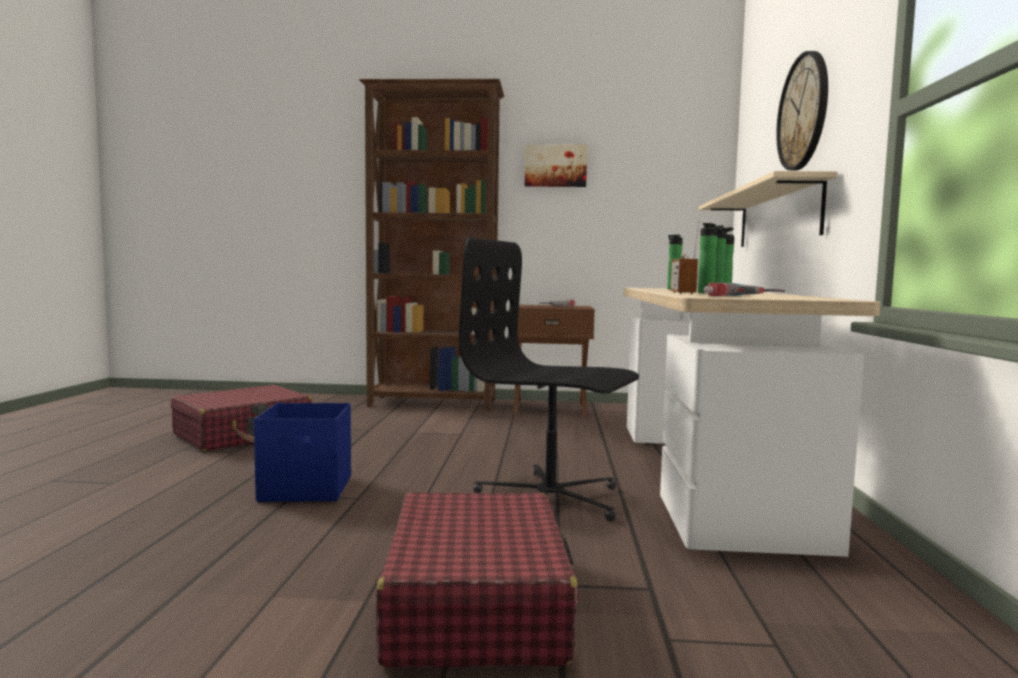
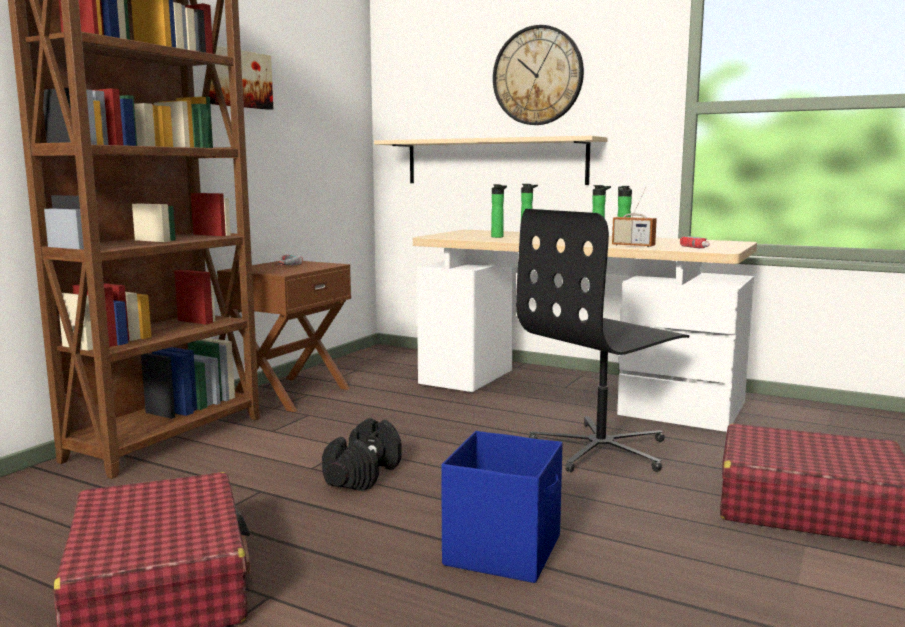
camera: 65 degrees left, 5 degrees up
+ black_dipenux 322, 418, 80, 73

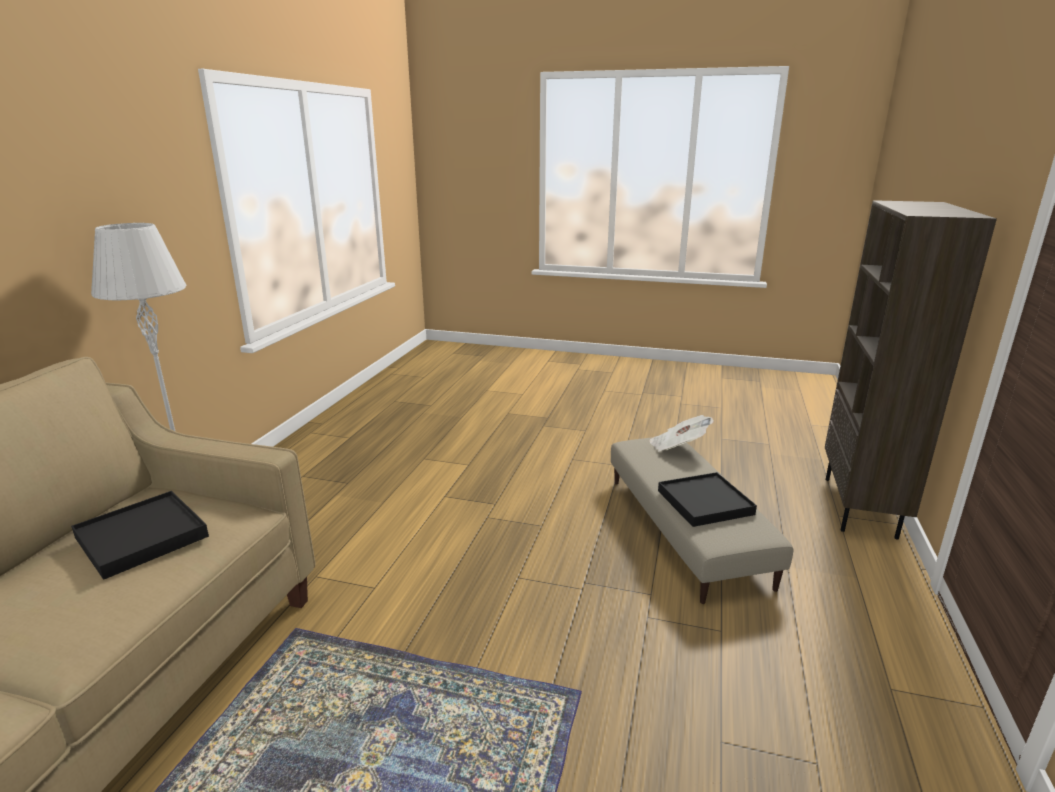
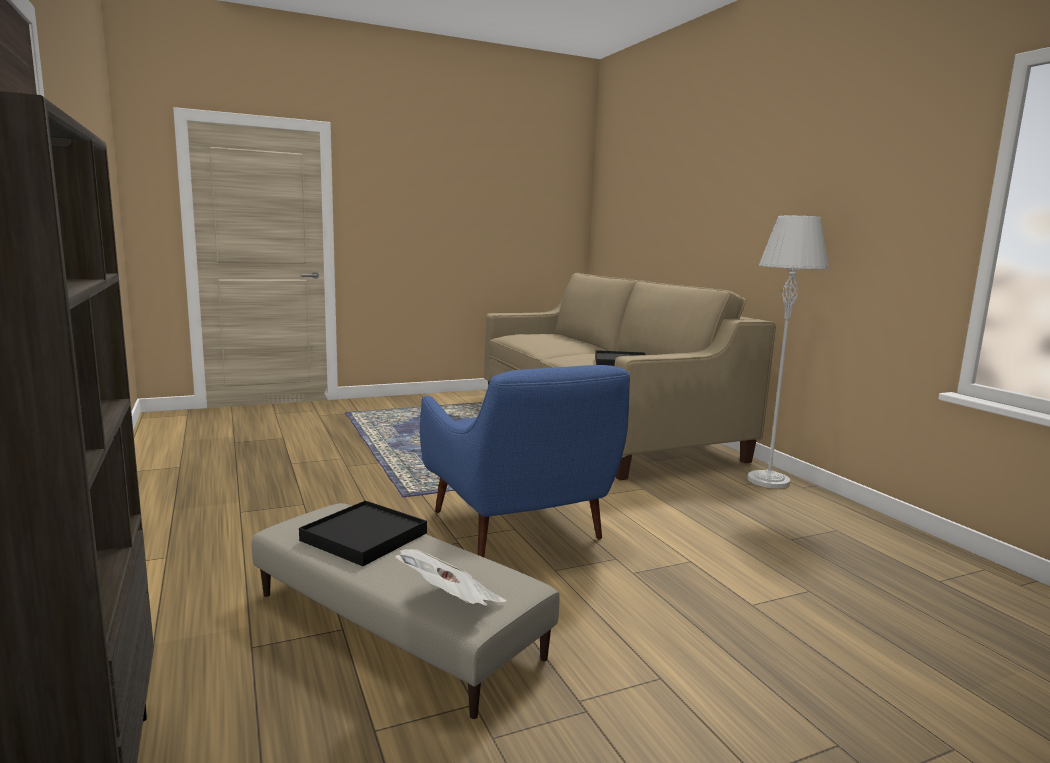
camera: 140 degrees right, 10 degrees down
+ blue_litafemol 420, 365, 210, 192

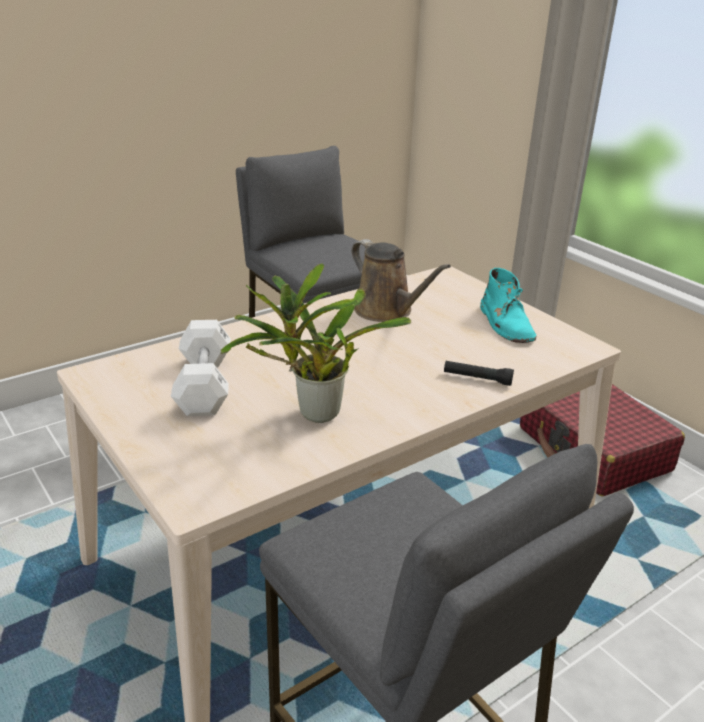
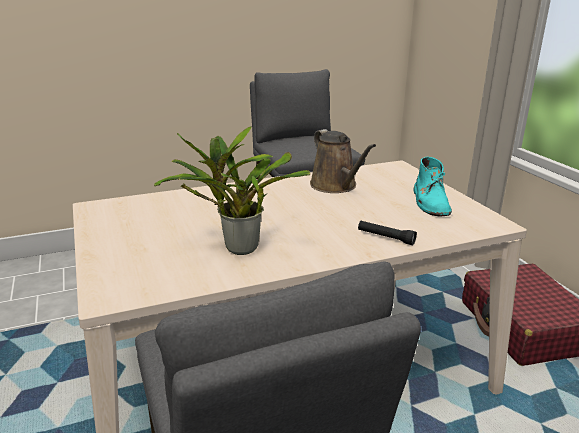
camera: 15 degrees right, 5 degrees down
- white_dipenux 171, 320, 60, 96

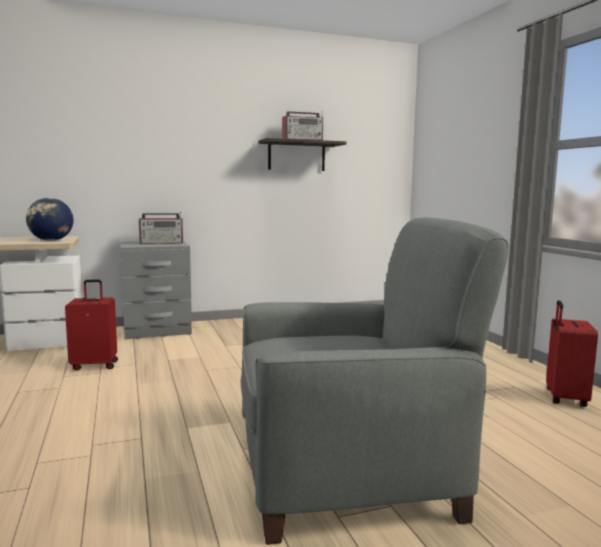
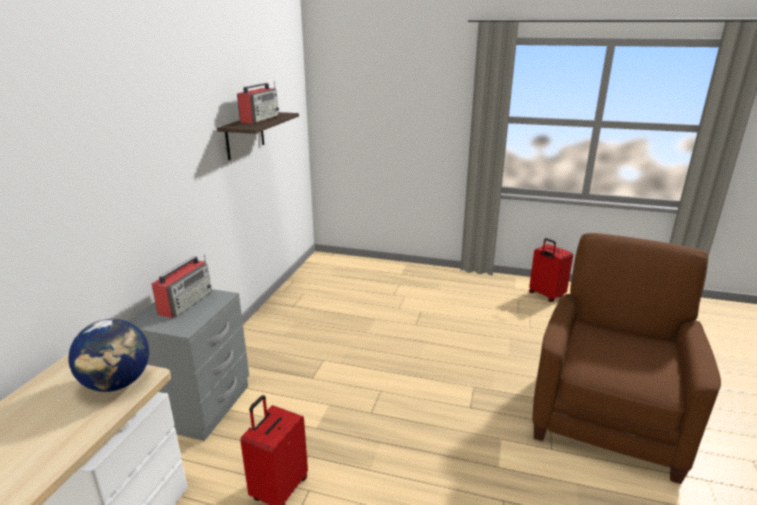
camera: 55 degrees left, 15 degrees up
~ grey_litafemol 241, 217, 268, 328 to brown_litafemol 533, 233, 188, 251

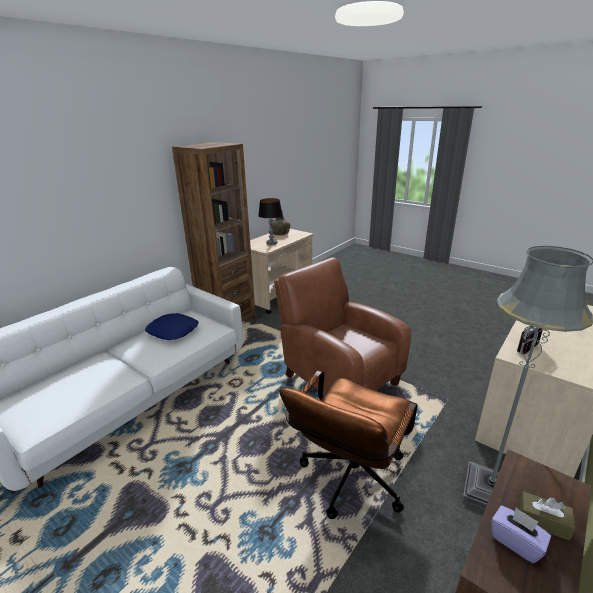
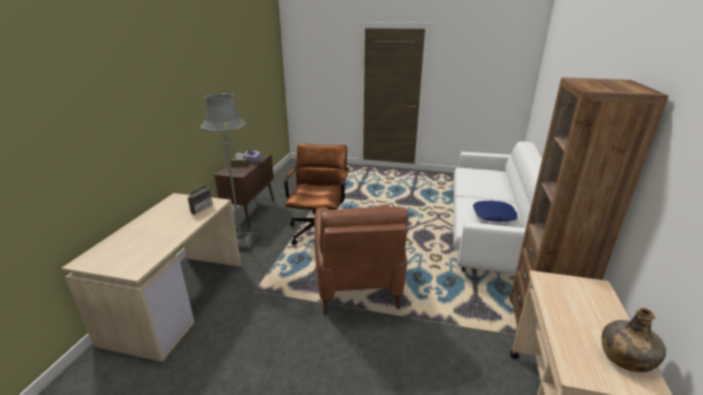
camera: 155 degrees right, 0 degrees up
- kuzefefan 258, 198, 25, 47
~ brown_litafemol 274, 257, 137, 137 = 314, 205, 94, 110 60 degrees clockwise

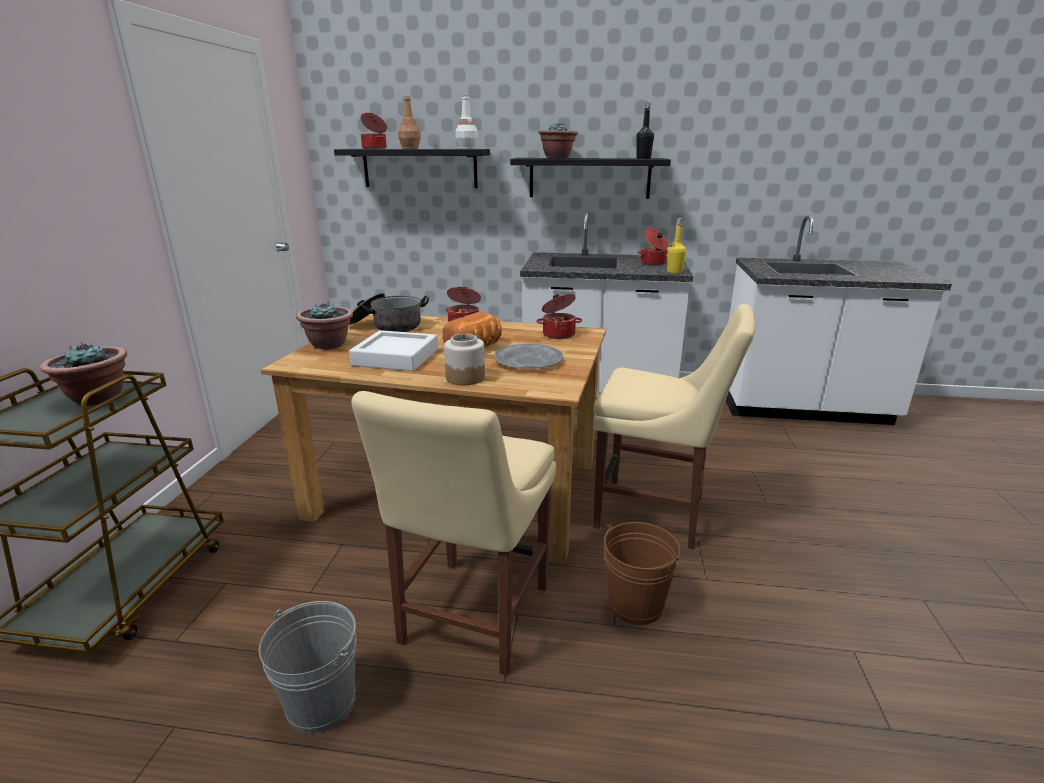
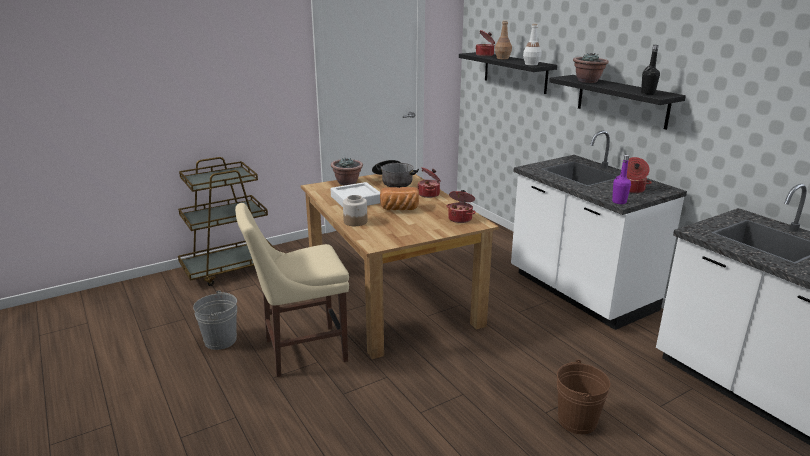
camera: 50 degrees right, 0 degrees up
~ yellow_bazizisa 667, 218, 19, 56 to purple_bazizisa 612, 155, 19, 49
- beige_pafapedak 593, 304, 163, 245
- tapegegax 40, 342, 87, 64
- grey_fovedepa 494, 344, 69, 25
~ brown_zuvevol 604, 522, 76, 103 to 557, 360, 53, 74

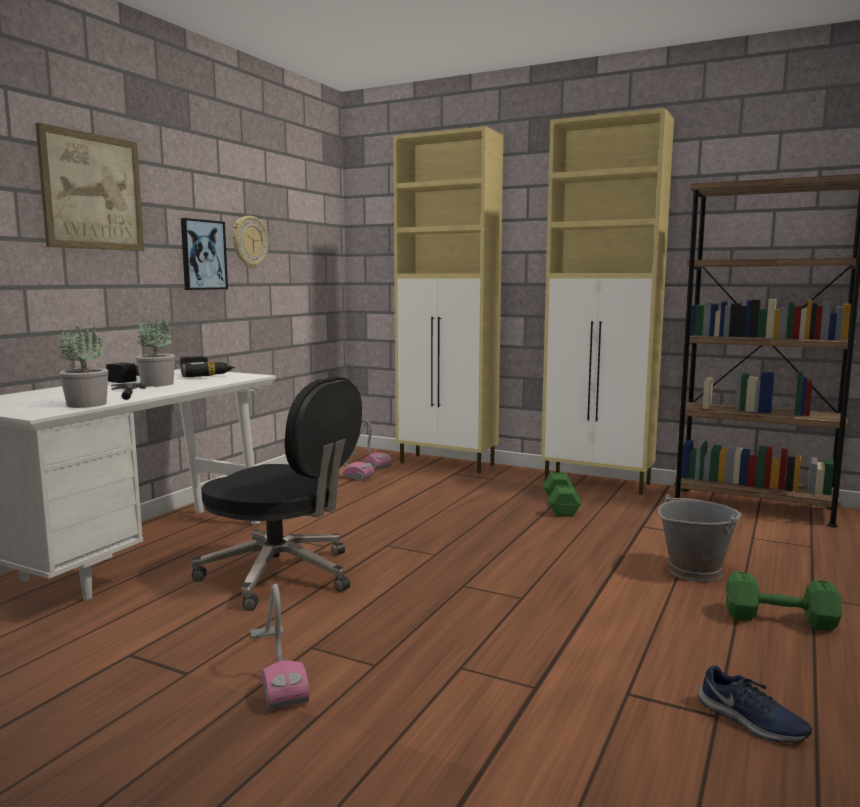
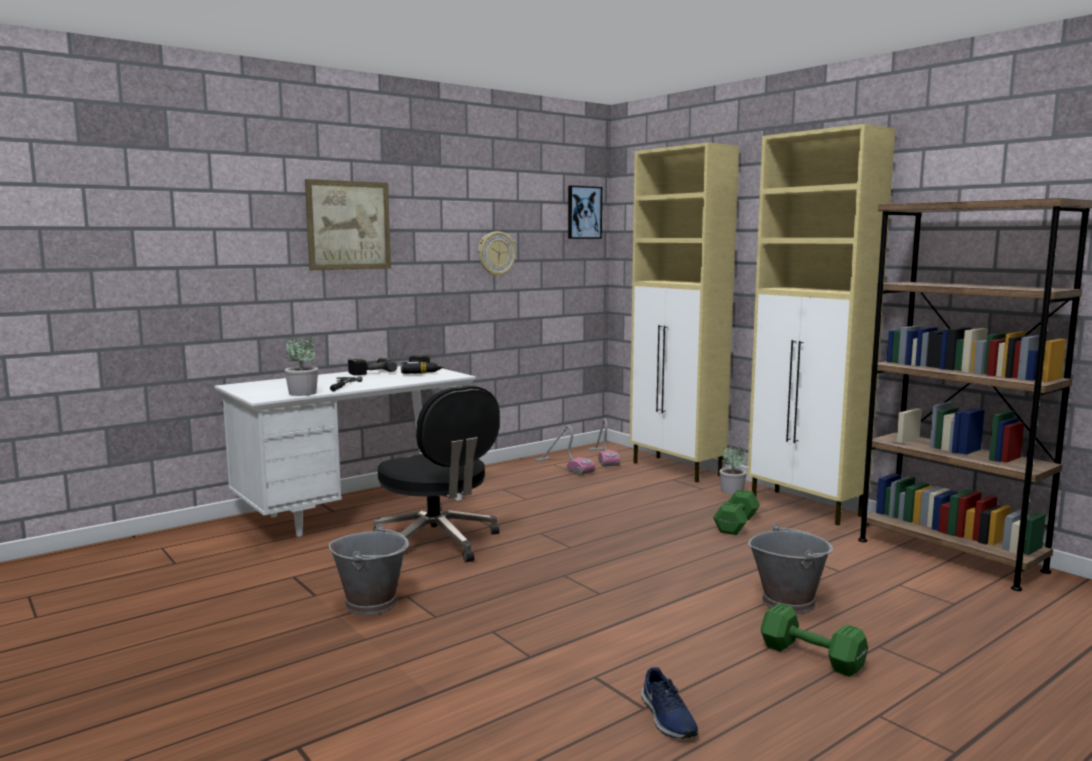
camera: 25 degrees right, 0 degrees up
~ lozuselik 181, 218, 47, 72 to 568, 185, 34, 54
~ tapegegax 136, 318, 39, 69 to 719, 445, 28, 50
~ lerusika 250, 584, 59, 126 to grey_zuvevol 329, 524, 80, 91

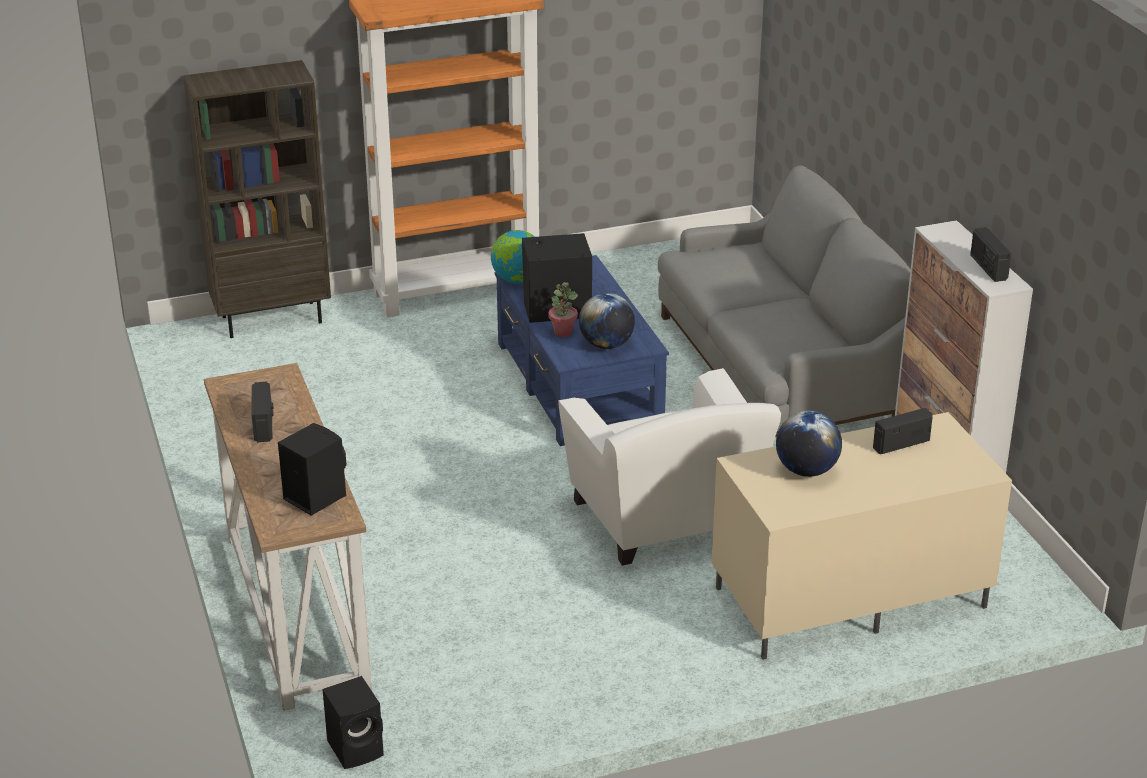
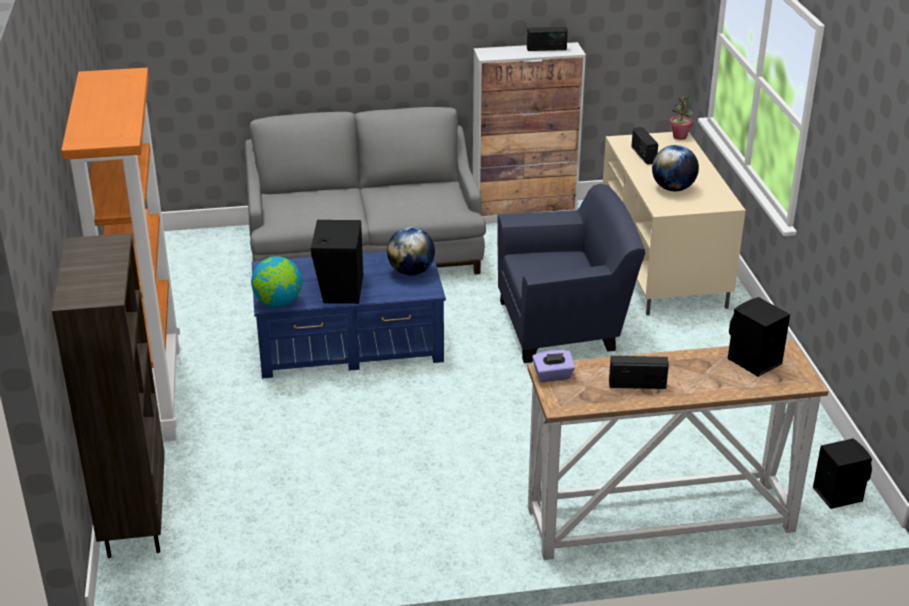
camera: 80 degrees left, 0 degrees up
~ tapegegax 548, 282, 30, 55 to 670, 96, 23, 44
~ white_litafemol 558, 368, 223, 198 to blue_litafemol 497, 184, 148, 179
+ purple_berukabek 532, 350, 43, 32

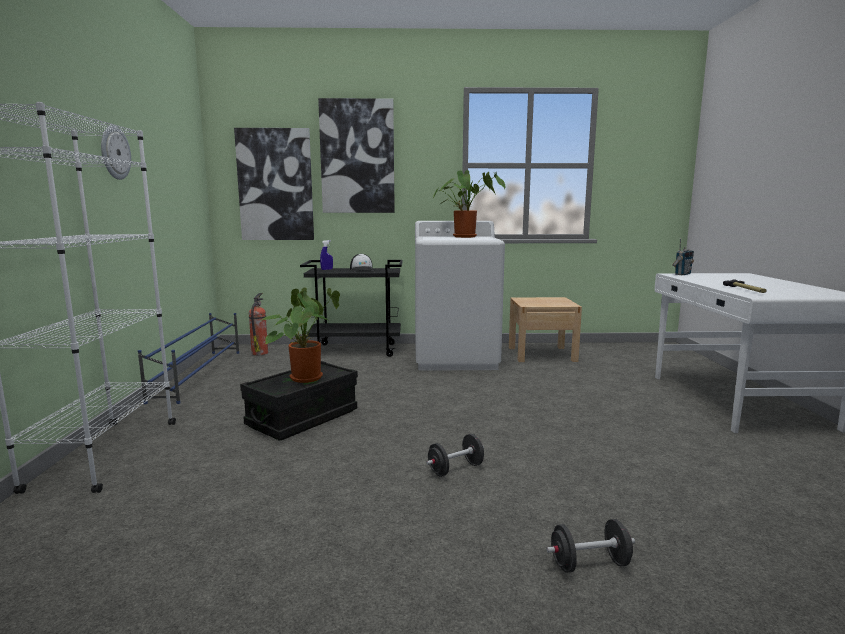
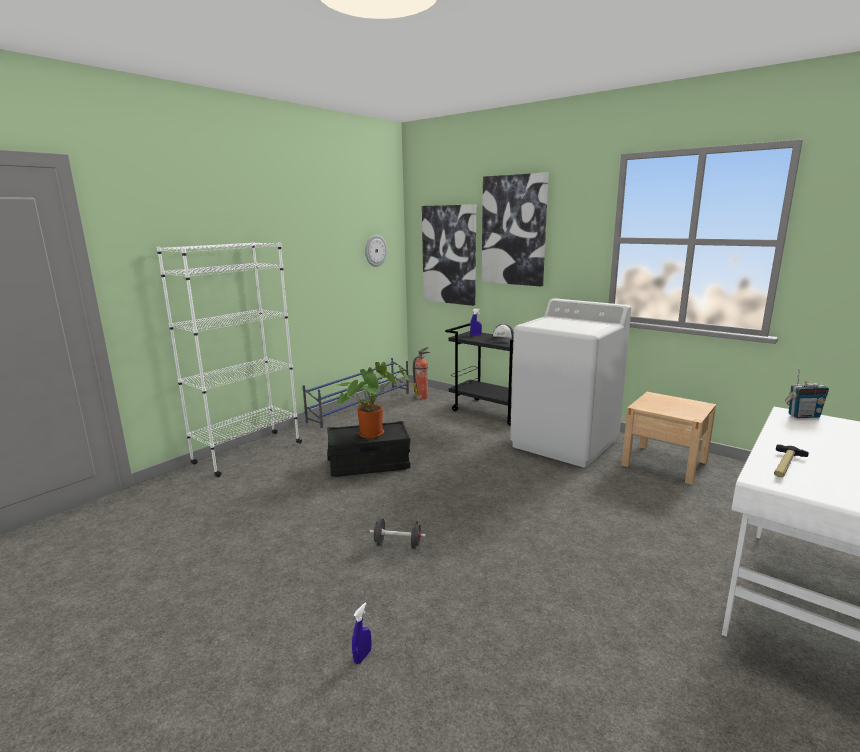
camera: 40 degrees right, 5 degrees up
~ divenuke 101, 126, 30, 54 to 365, 235, 22, 32
- tapegegax 433, 170, 72, 68
~ black_dipenux 546, 519, 89, 54 to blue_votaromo 352, 602, 19, 62

